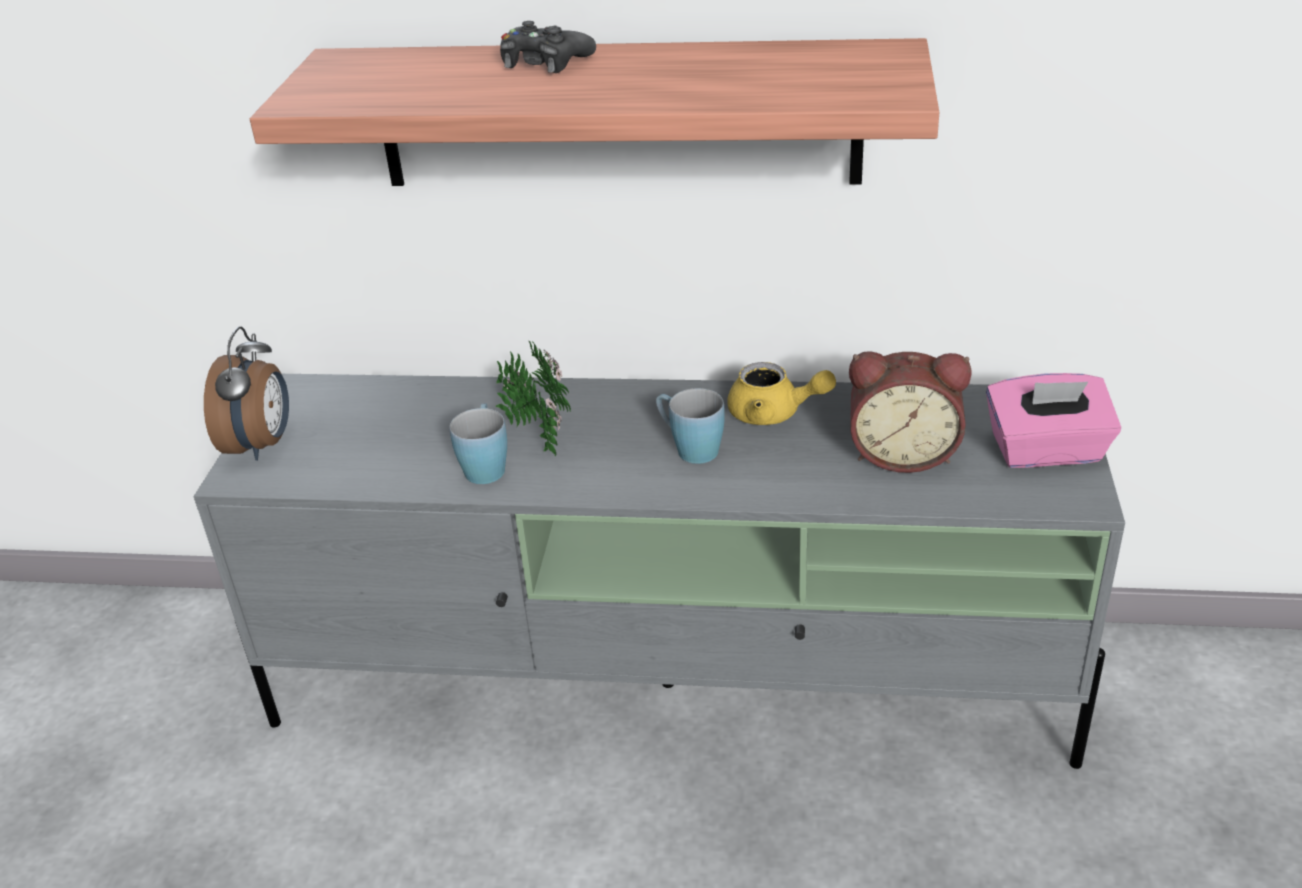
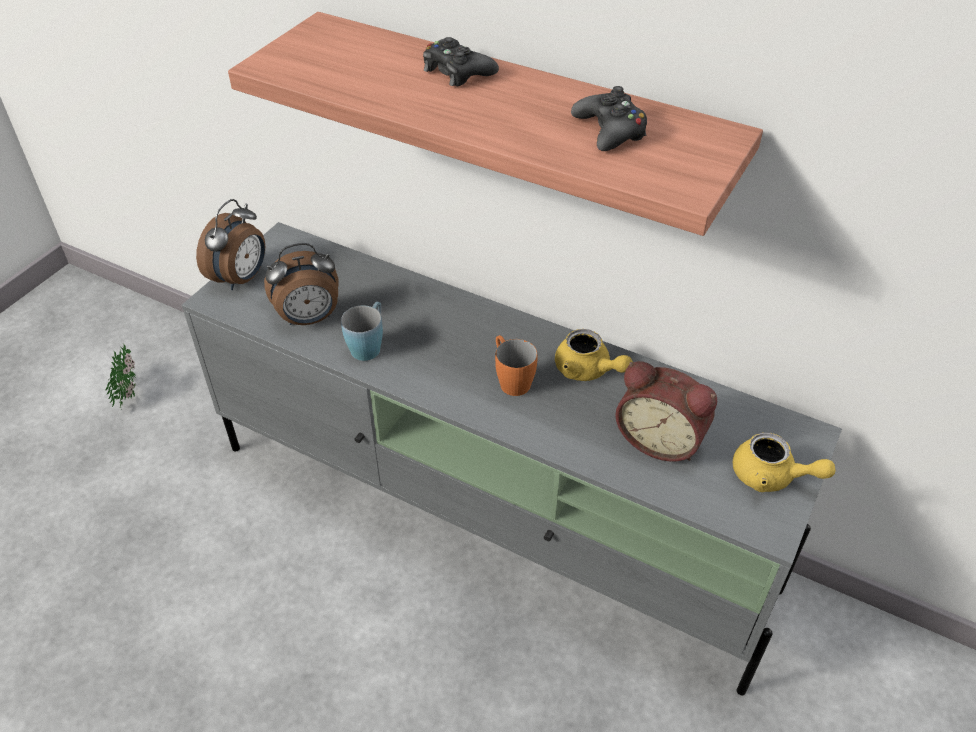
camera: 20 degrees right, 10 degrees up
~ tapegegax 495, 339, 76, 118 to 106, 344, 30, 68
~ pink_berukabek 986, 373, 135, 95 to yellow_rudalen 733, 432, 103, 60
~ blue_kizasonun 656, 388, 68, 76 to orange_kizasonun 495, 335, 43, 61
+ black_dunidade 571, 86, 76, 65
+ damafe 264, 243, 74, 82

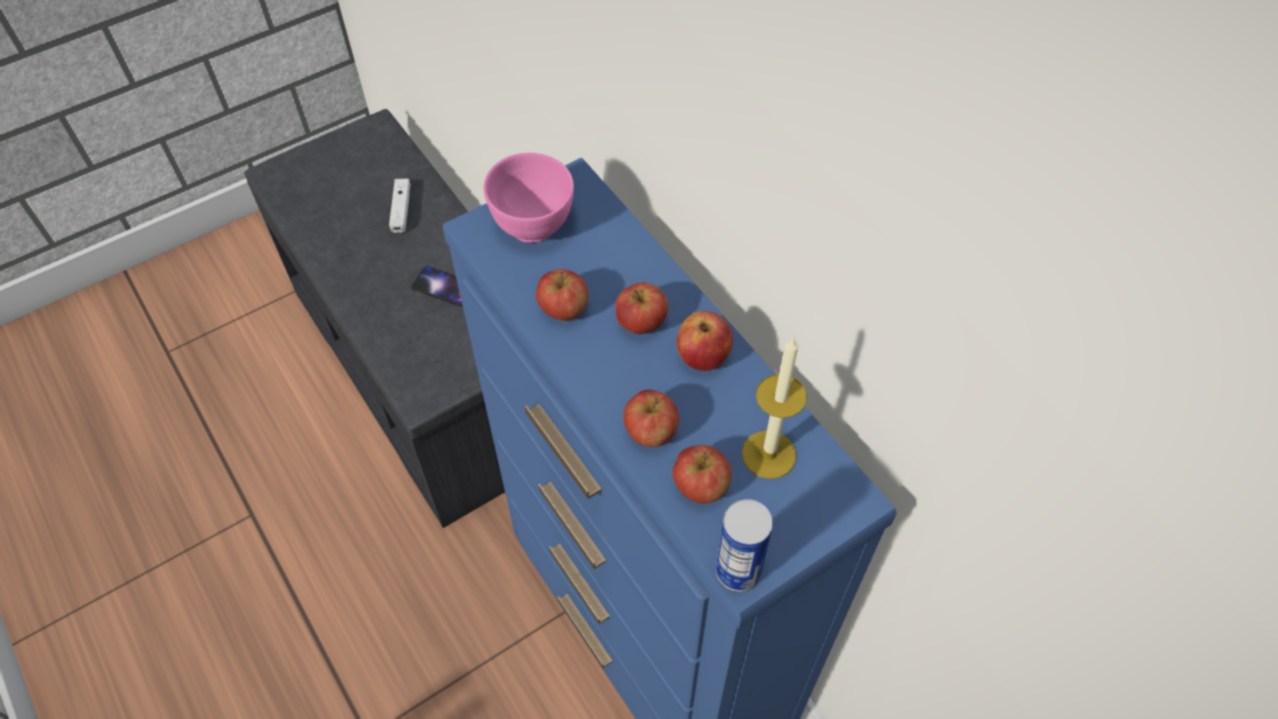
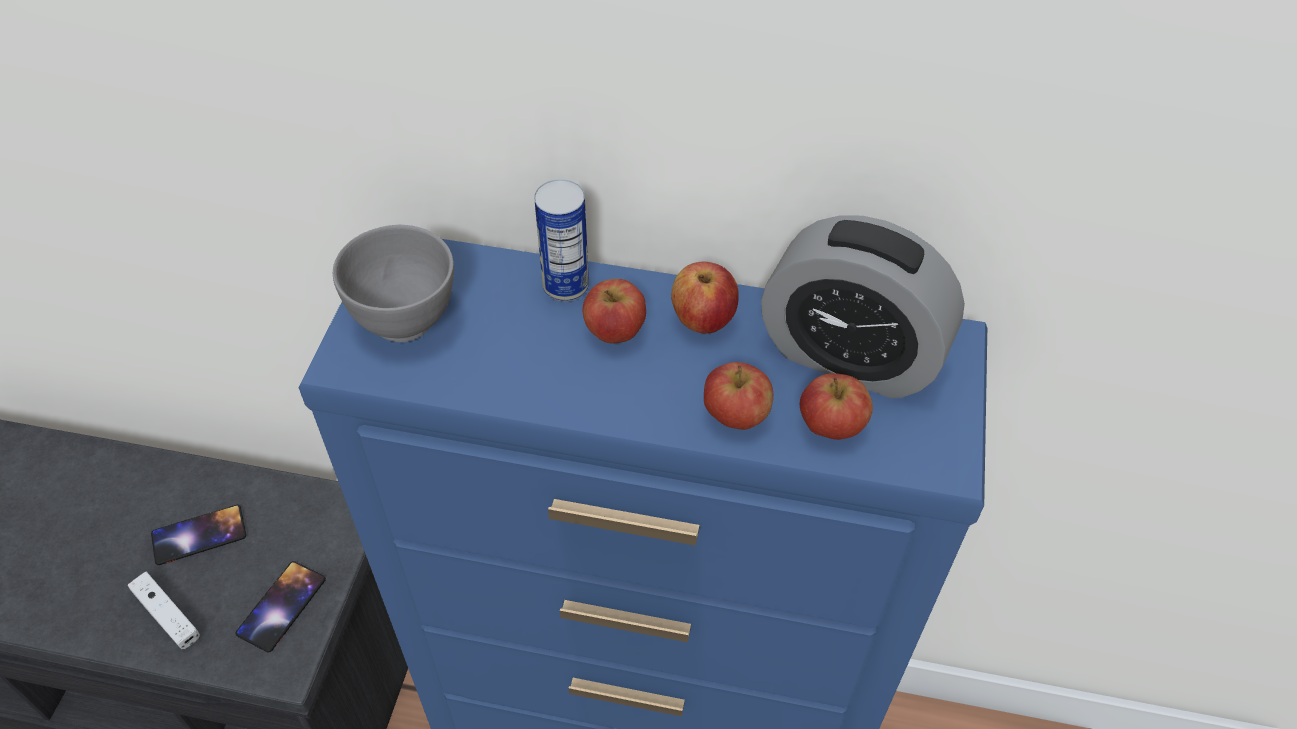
camera: 45 degrees left, 5 degrees down
~ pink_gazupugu 484, 153, 90, 90 to grey_gazupugu 333, 225, 121, 117
~ white_dunidade 389, 179, 22, 54 to 128, 572, 72, 77
- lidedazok 536, 269, 53, 52
~ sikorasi 742, 336, 65, 143 to damafe 761, 215, 204, 184
~ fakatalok 716, 499, 57, 93 to 534, 179, 55, 123
+ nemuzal 235, 561, 91, 91

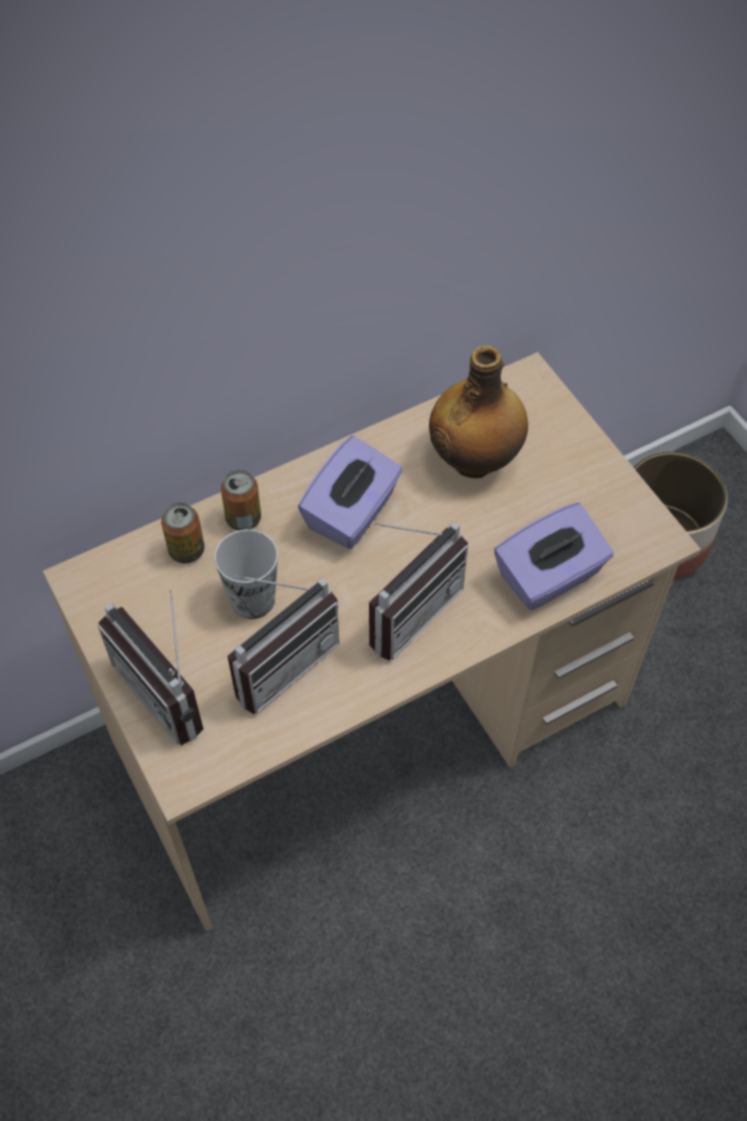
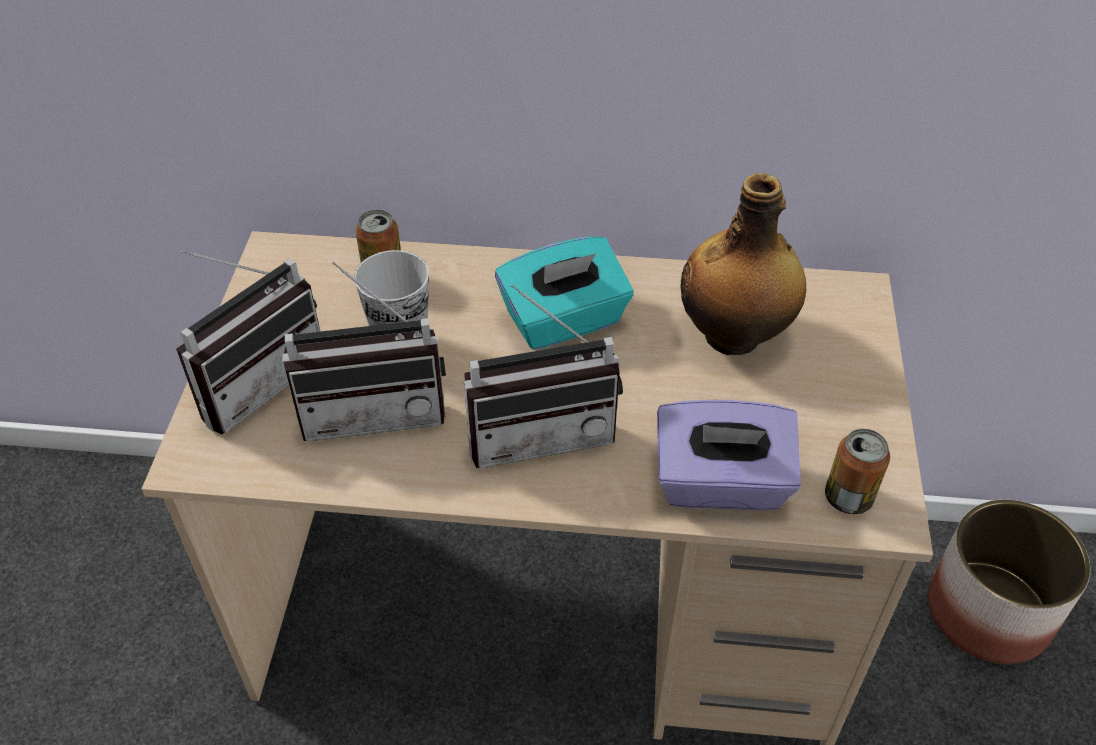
camera: 35 degrees right, 10 degrees down
~ purple_berukabek 298, 436, 105, 113 to turquoise_berukabek 495, 237, 139, 113
~ fakatalok 221, 470, 40, 61 to 825, 429, 65, 85
~ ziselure 98, 590, 106, 155 = 176, 250, 145, 184 135 degrees counterclockwise

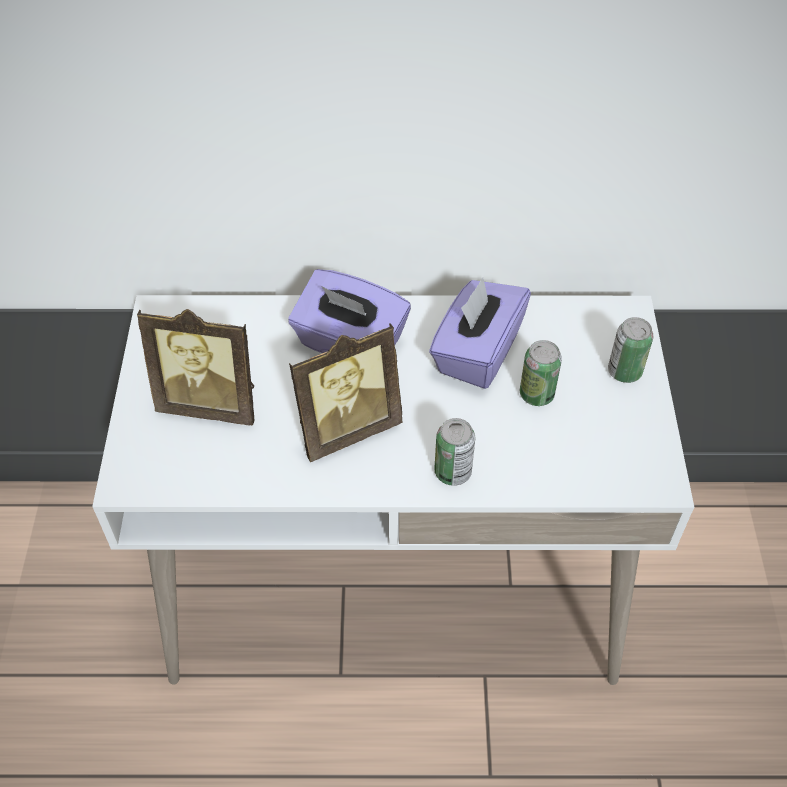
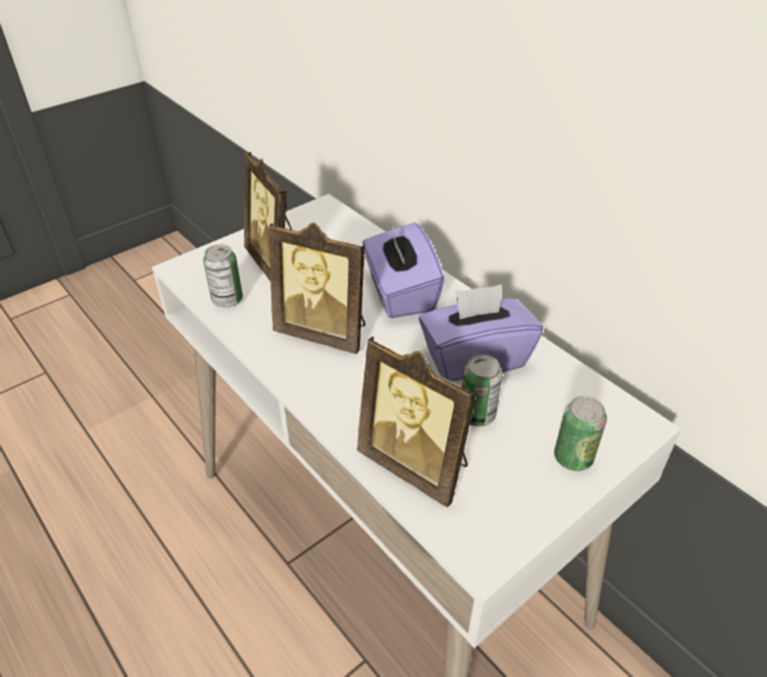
camera: 50 degrees right, 10 degrees down
~ fakatalok 434, 418, 41, 68 to 203, 244, 40, 63
+ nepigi 357, 337, 120, 170

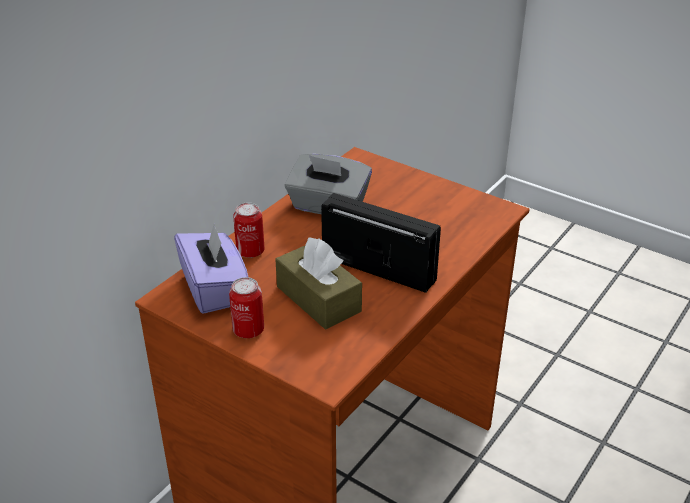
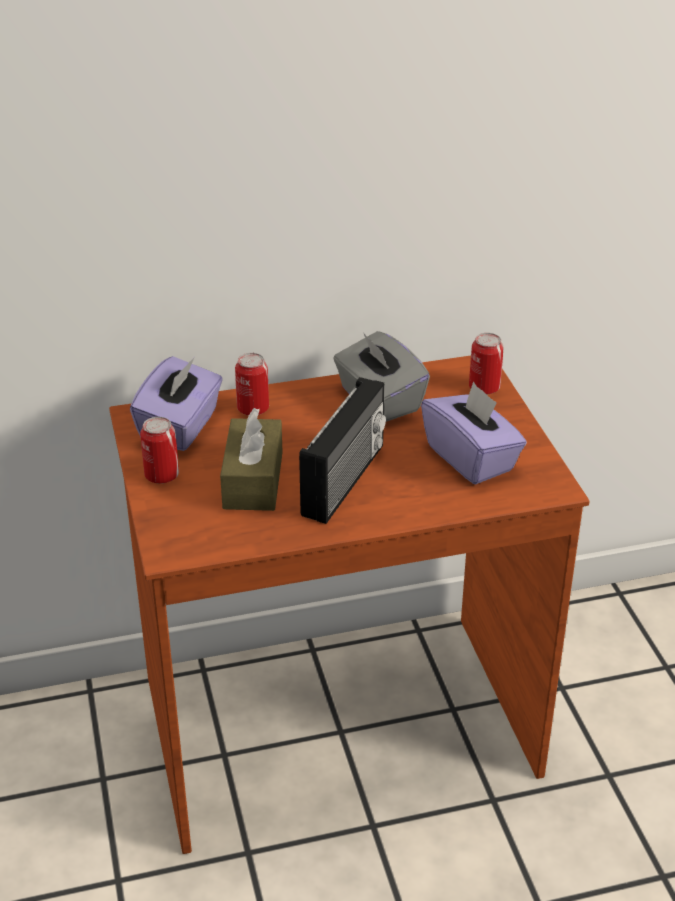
camera: 40 degrees right, 0 degrees up
~ ziselure 321, 193, 120, 100 = 299, 377, 87, 147 45 degrees clockwise
+ fakatalok 469, 333, 34, 61
+ purple_berukabek 421, 381, 106, 104

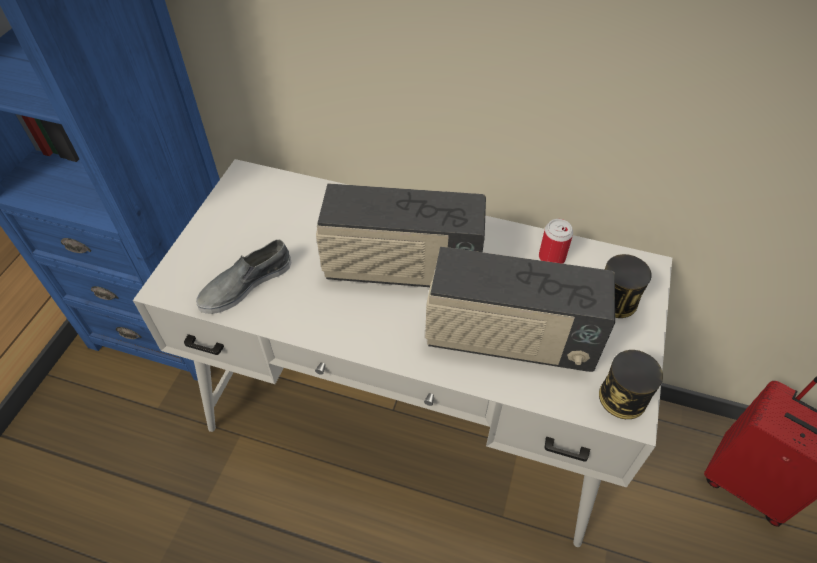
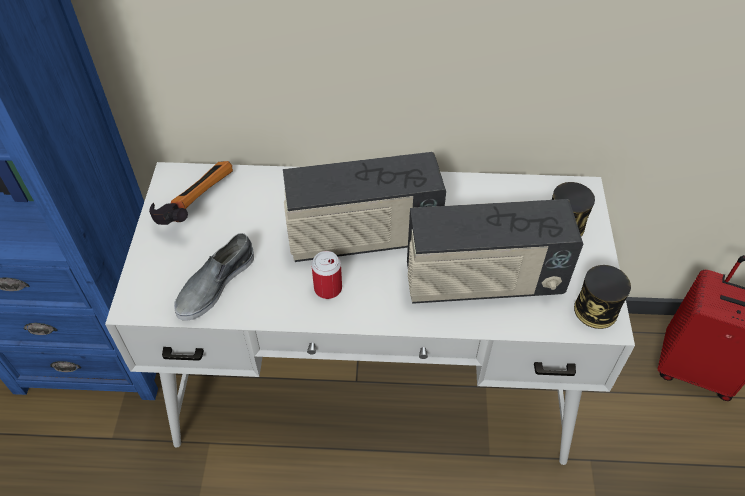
camera: 15 degrees left, 0 degrees up
~ fakatalok 539, 219, 34, 45 to 311, 251, 31, 48
+ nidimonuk 149, 161, 84, 64

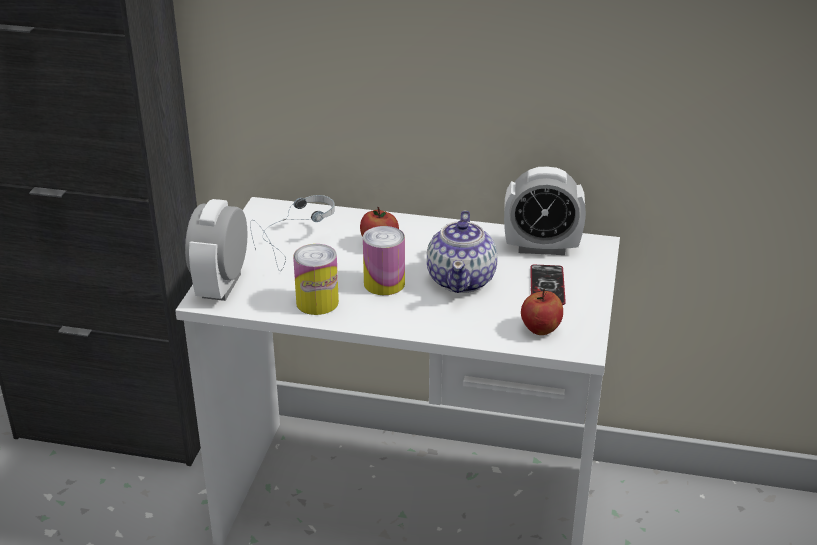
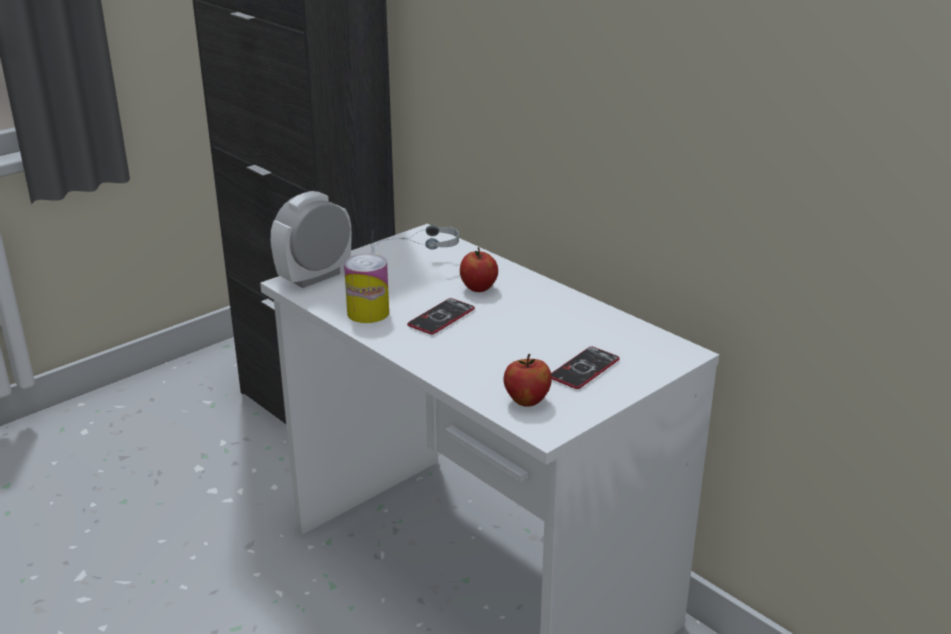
camera: 35 degrees right, 5 degrees down
- damafe 504, 166, 82, 89
- rudalen 427, 210, 70, 83
~ fakatalok 363, 226, 42, 69 to nemuzal 407, 298, 68, 37

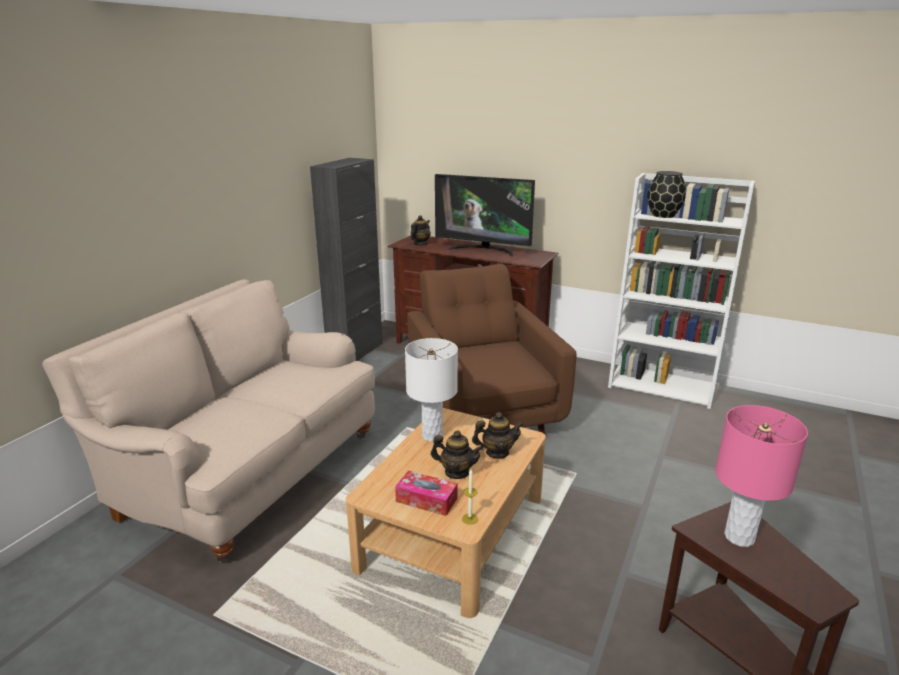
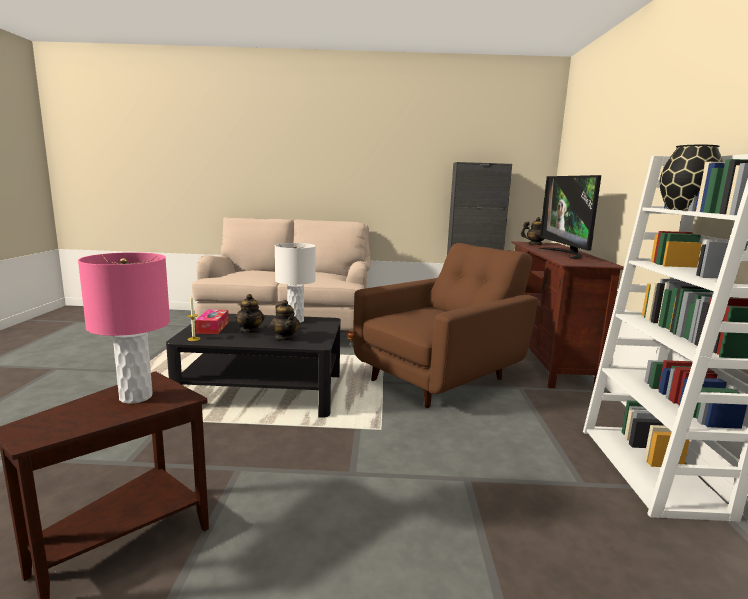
camera: 65 degrees right, 10 degrees down
~ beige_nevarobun 346, 408, 200, 210 to black_nevarobun 166, 314, 175, 104

